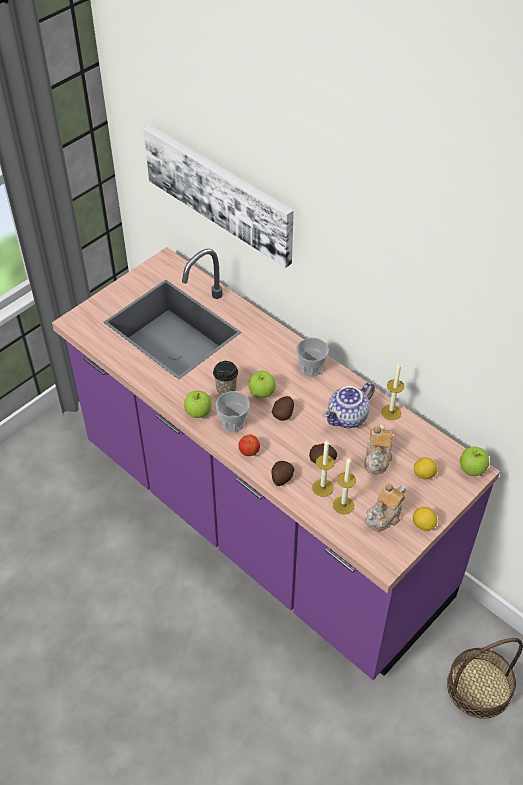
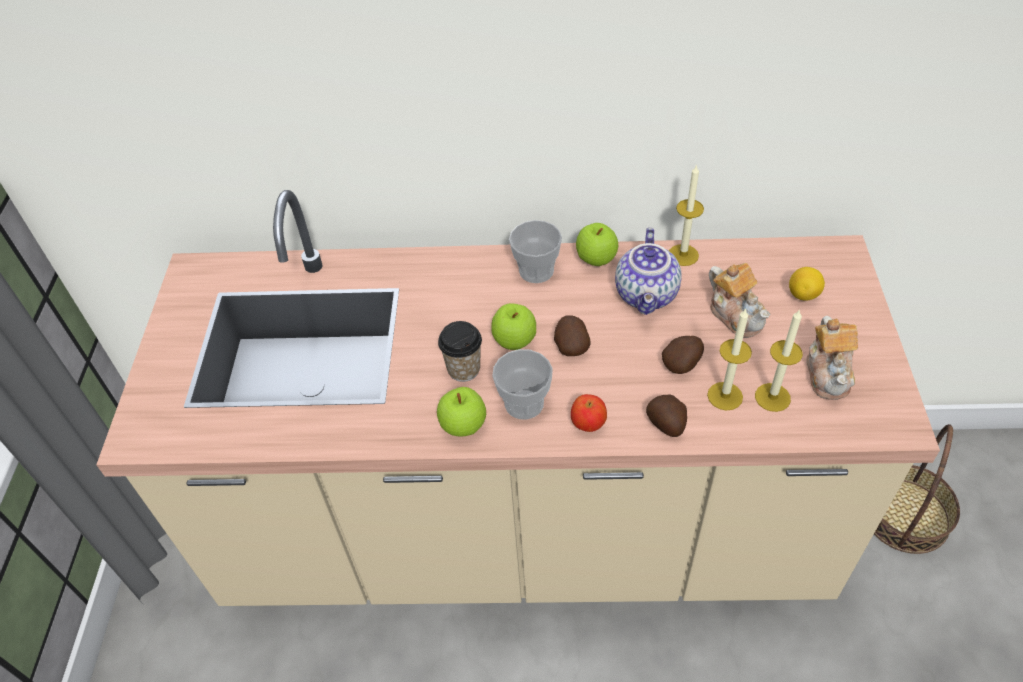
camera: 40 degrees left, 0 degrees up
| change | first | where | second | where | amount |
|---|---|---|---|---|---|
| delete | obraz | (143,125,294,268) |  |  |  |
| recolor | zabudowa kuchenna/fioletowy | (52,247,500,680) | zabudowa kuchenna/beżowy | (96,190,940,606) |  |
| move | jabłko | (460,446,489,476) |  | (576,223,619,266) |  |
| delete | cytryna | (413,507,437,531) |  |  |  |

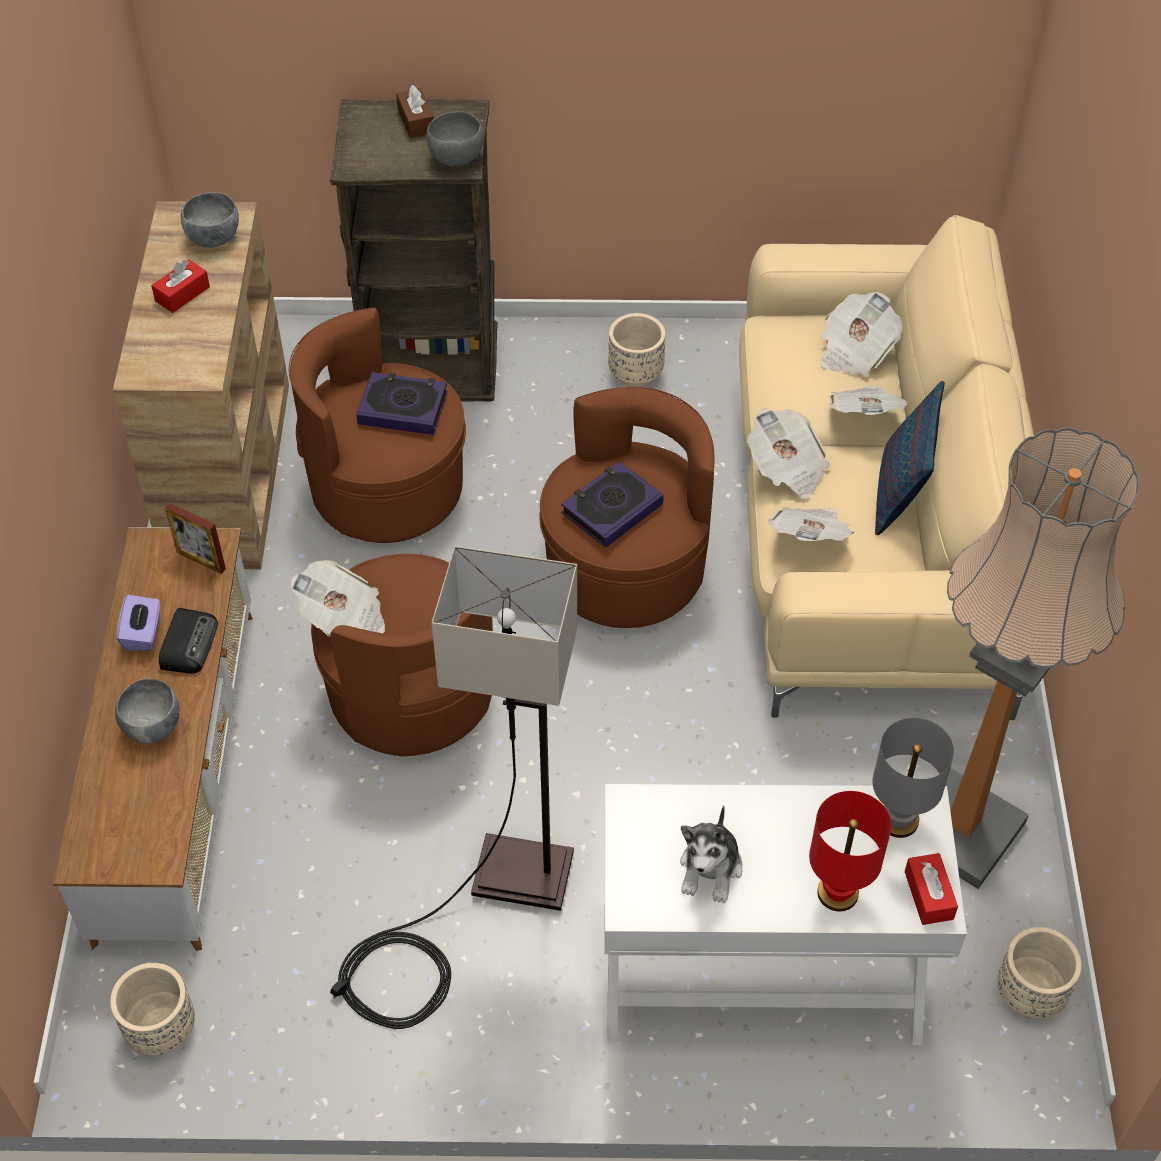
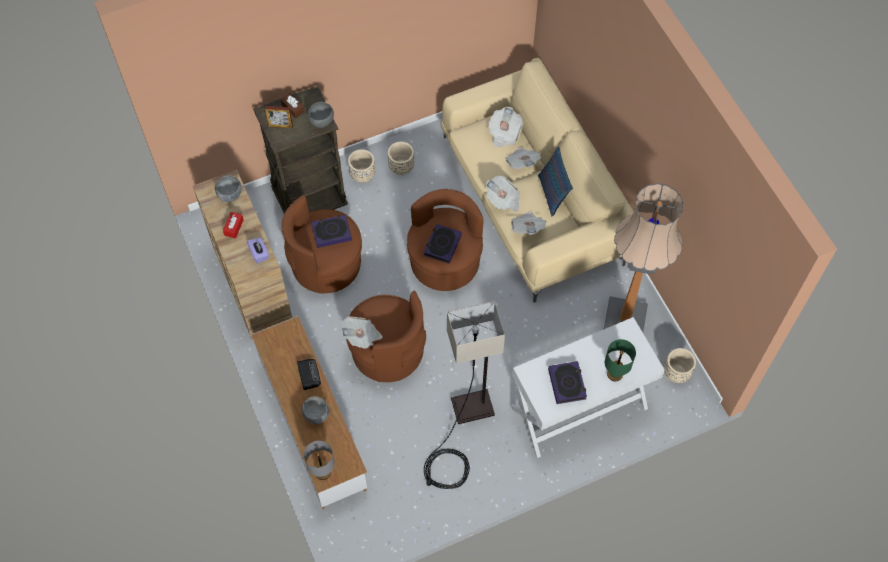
camera: 25 degrees left, 10 degrees up
| change | first | where | second | where | amount |
|---|---|---|---|---|---|
| move | ramka na zdjęcie | (165,503,226,574) |  | (265,106,293,128) |  |
| move | pudełko chusteczek/fioletowy | (117,594,160,651) |  | (247,238,269,263) |  |
| move | lampa stołowa/szary | (872,718,954,838) |  | (304,441,335,480) |  |
| recolor | lampa stołowa/czerwony | (809,791,892,911) | lampa stołowa/zielony | (605,339,636,381) |  |
| replace | pluszak | (680,805,743,903) | książka | (548,361,587,404) |  |
| delete | pudełko chusteczek/czerwony | (905,853,958,925) |  |  |  |
| move | donica/beżowy | (110,963,195,1055) |  | (348,149,375,183) |  |

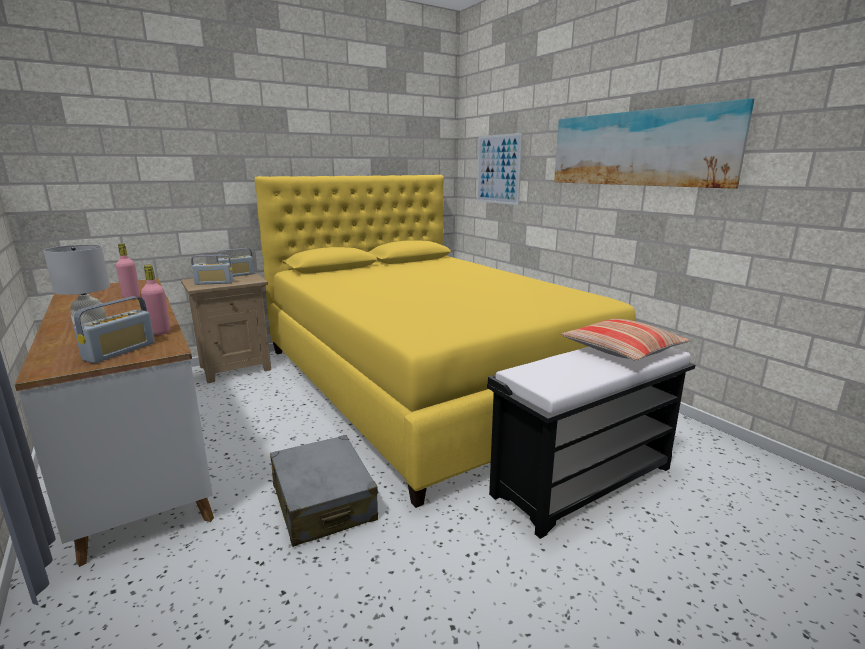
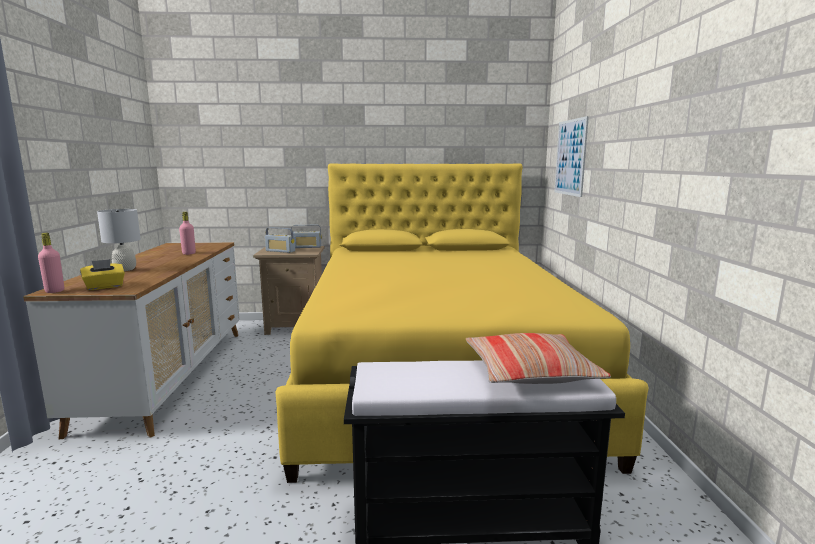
camera: 30 degrees right, 5 degrees down
| change | first | where | second | where | amount |
|---|---|---|---|---|---|
| delete | obraz | (554,98,754,189) |  |  |  |
| move | butelka/różowy | (141,265,170,335) |  | (38,233,64,293) |  |
| replace | radio | (74,296,155,363) | pudełko chusteczek/żółty | (80,259,125,290) |  |
| delete | walizka/szary | (270,435,378,547) |  |  |  |

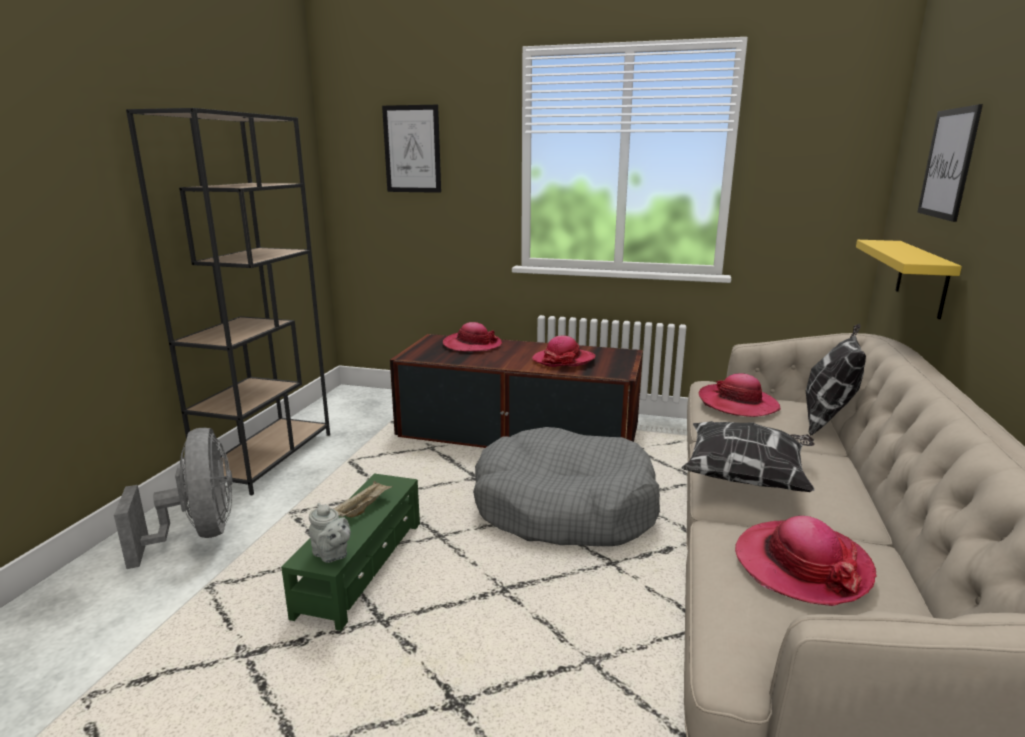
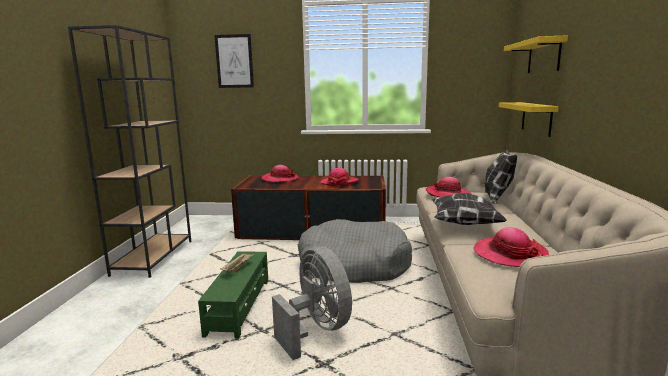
camera: 10 degrees left, 5 degrees down
| change | first | where | second | where | amount |
|---|---|---|---|---|---|
| replace | obraz | (917,104,983,222) | półka/żółty | (504,36,568,73) |  |
| move | wentylator/szary | (114,428,233,569) |  | (272,247,352,360) |  |
| delete | imbryk/szary | (309,503,351,563) |  |  |  |

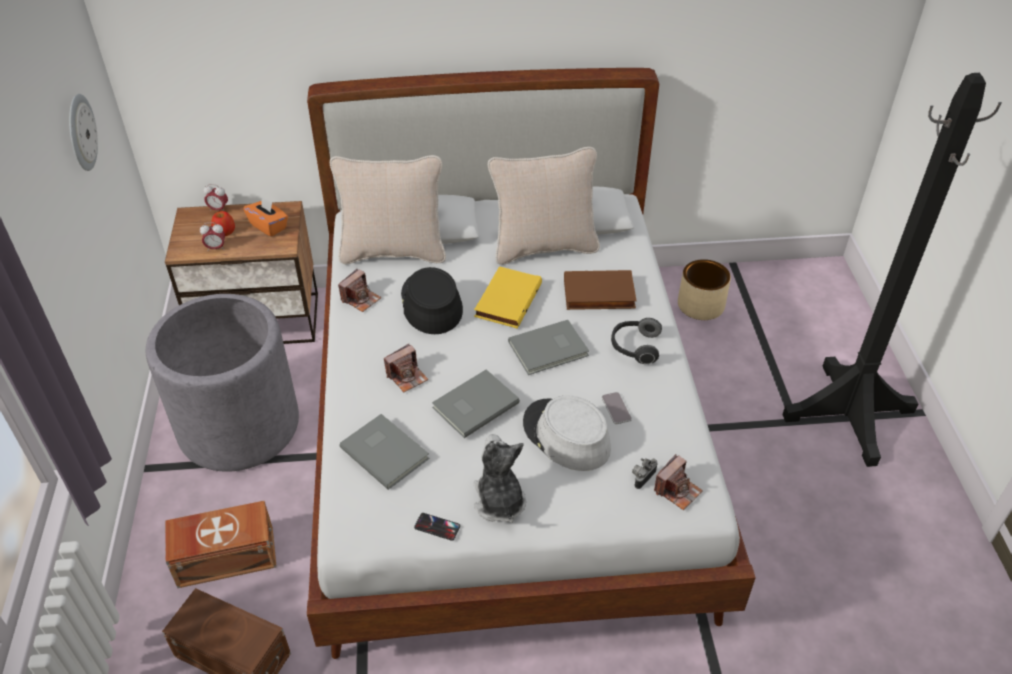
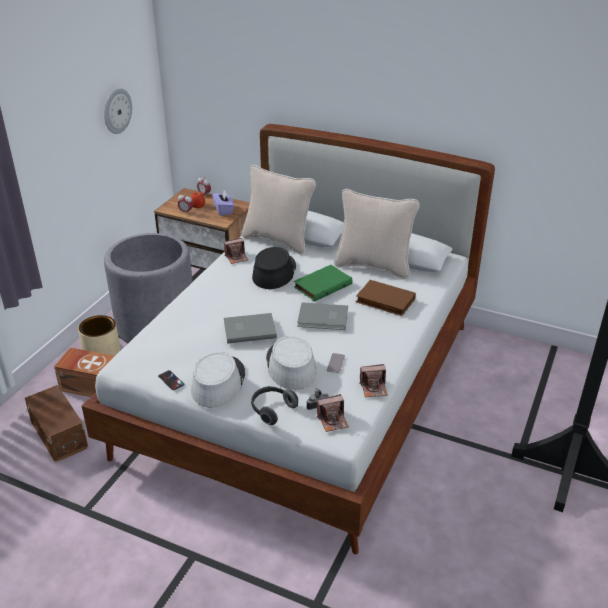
camera: 30 degrees right, 10 degrees down
| change | first | where | second | where | amount |
|---|---|---|---|---|---|
| recolor | pudełko chusteczek/pomarańczowy | (243,196,288,237) | pudełko chusteczek/fioletowy | (212,189,234,216) |  |
| move | donica/beżowy | (678,259,731,320) |  | (78,315,120,356) |  |
| recolor | książka/żółty | (474,266,542,328) | książka/zielony | (294,265,352,302) |  |
| move | słuchawki | (611,318,662,364) |  | (251,386,298,425) |  |
| move | aparat fotograficzny | (384,344,428,392) |  | (359,364,388,397) |  |
| delete | książka/szary | (339,414,430,490) |  |  |  |
| replace | pluszak | (474,434,526,523) | kapelusz/szary | (191,352,245,408) |  |

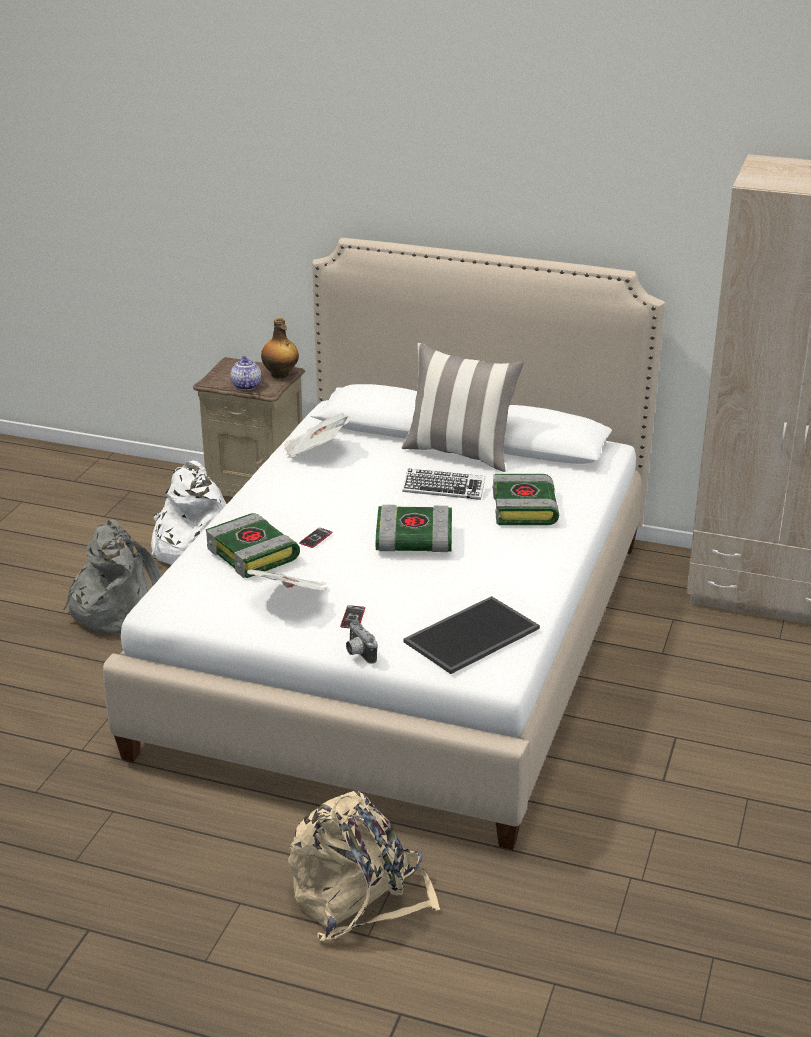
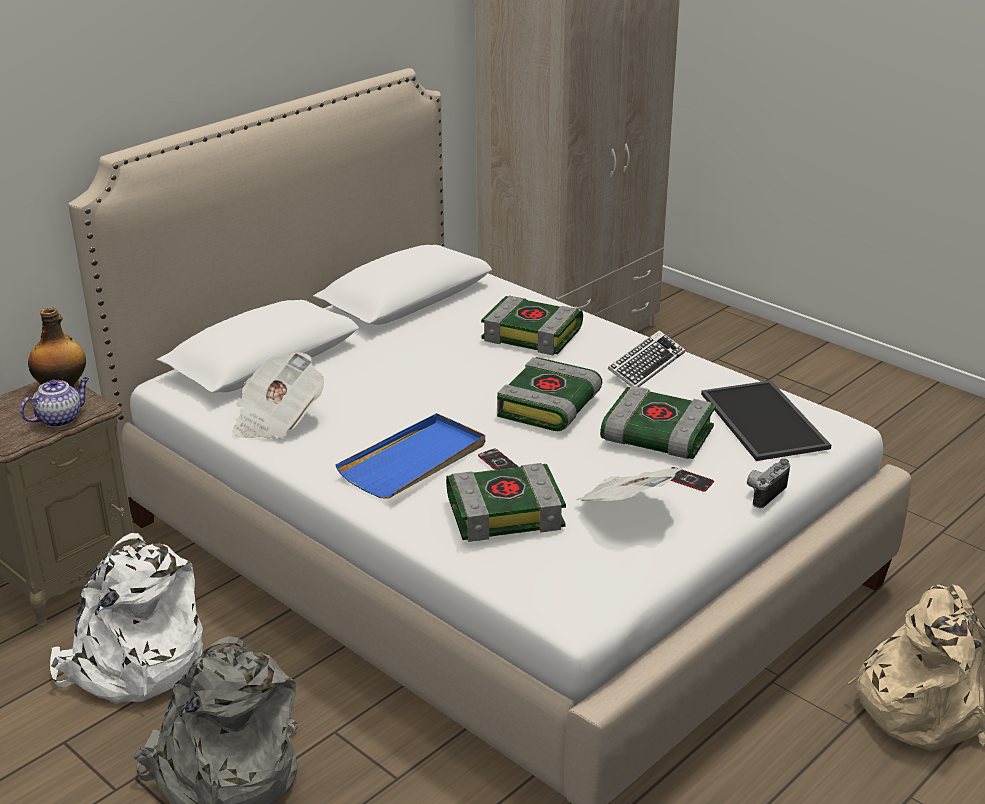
camera: 65 degrees left, 0 degrees up
| change | first | where | second | where | amount |
|---|---|---|---|---|---|
| delete | poduszka | (402,343,524,472) |  |  |  |
| rotate | imbryk | (230,356,262,390) |  | (20,377,89,427) | 120 degrees clockwise |
| move | klawiatura | (403,468,485,500) |  | (608,330,685,387) |  |
| rotate | aparat fotograficzny | (346,619,378,664) |  | (747,458,790,508) | 135 degrees clockwise |
| insert |  |  | książka | (600,386,715,459) |  |
| insert |  |  | taca/niebieski | (335,413,485,498) |  |

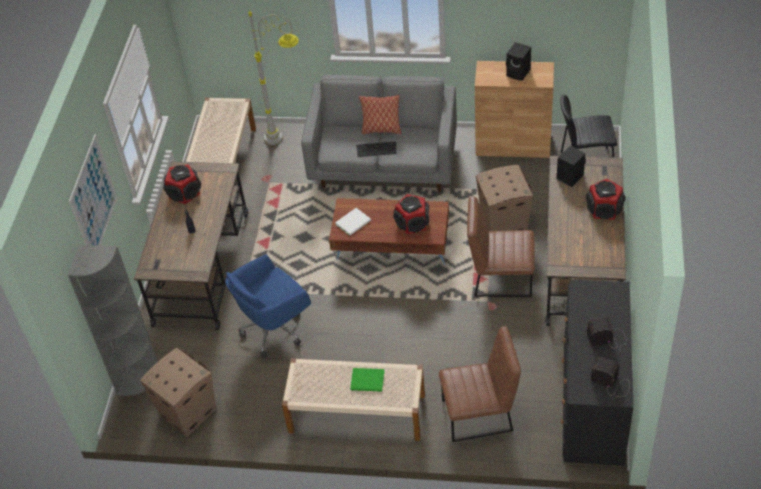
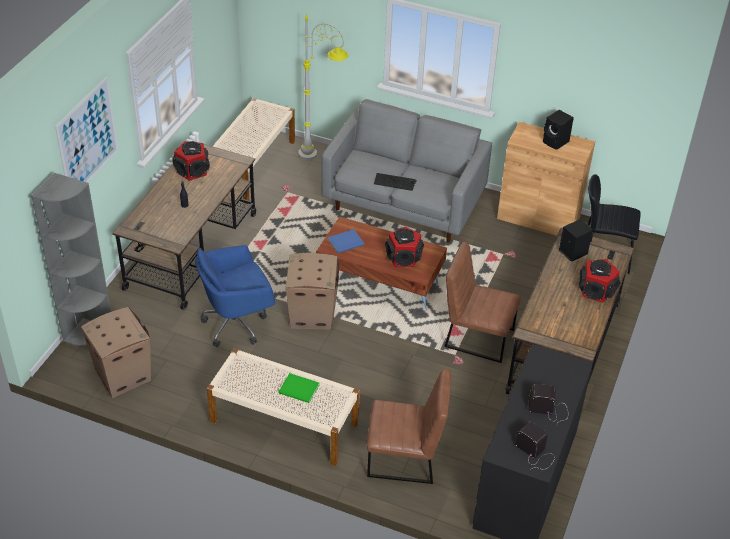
camera: 10 degrees right, 5 degrees down
| change | first | where | second | where | amount |
|---|---|---|---|---|---|
| delete | poduszka | (359,95,402,134) |  |  |  |
| move | karton | (476,165,533,231) |  | (285,253,339,330) |  |
| recolor | książka/biały | (335,208,371,236) | książka/niebieski | (328,229,364,253) |  |

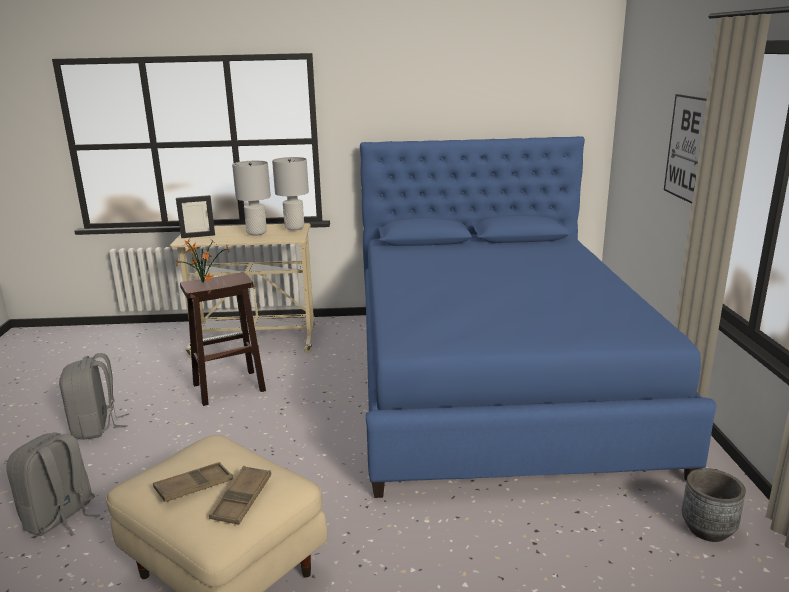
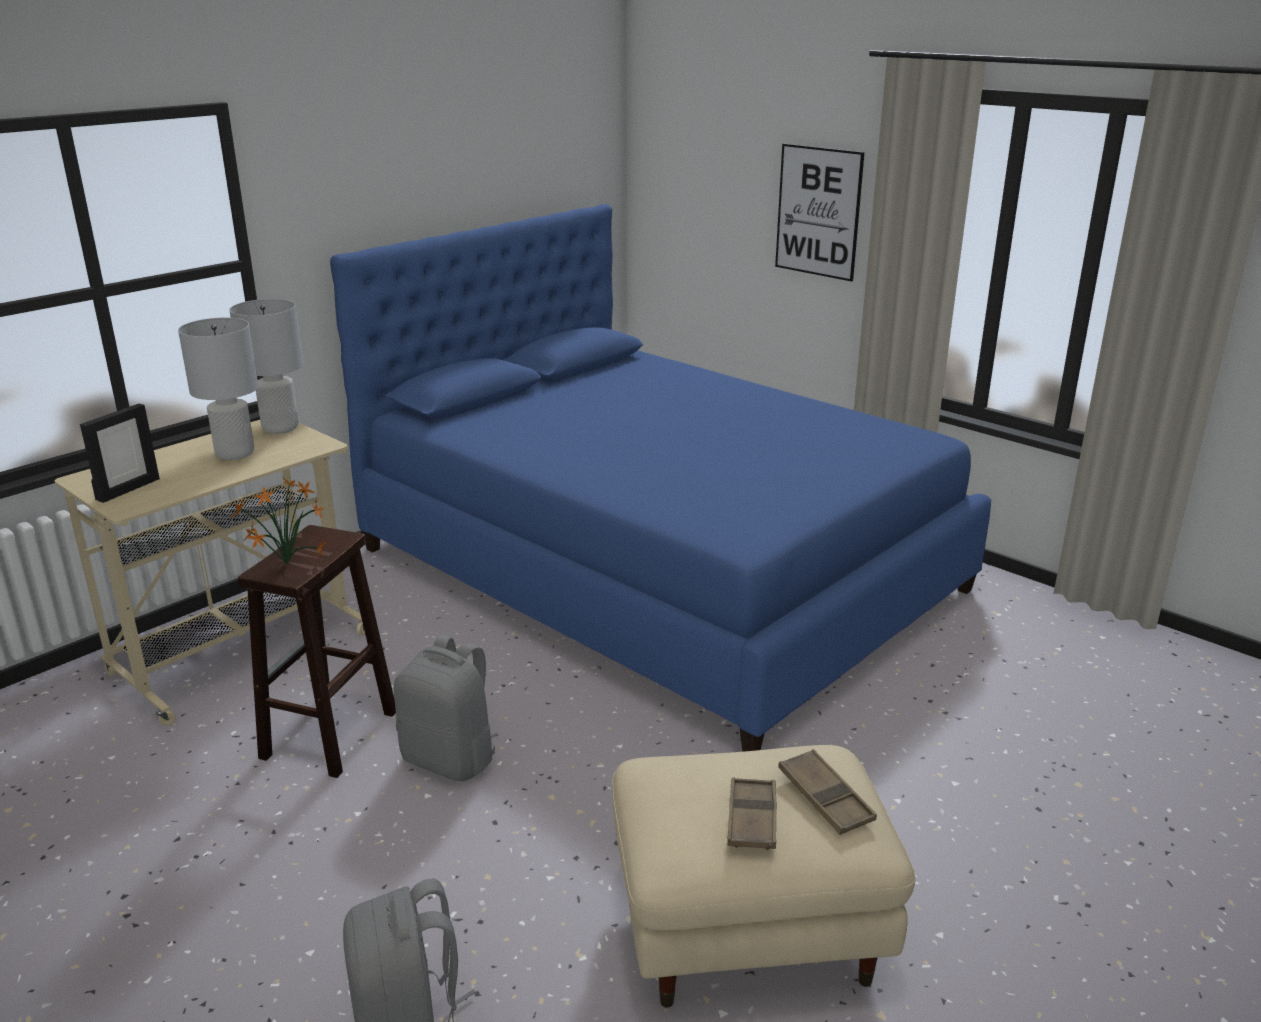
camera: 45 degrees left, 5 degrees up
| change | first | where | second | where | amount |
|---|---|---|---|---|---|
| move | plecak/szary | (59,353,129,439) |  | (394,635,498,781) |  |
| delete | donica/szary | (682,468,746,542) |  |  |  |

